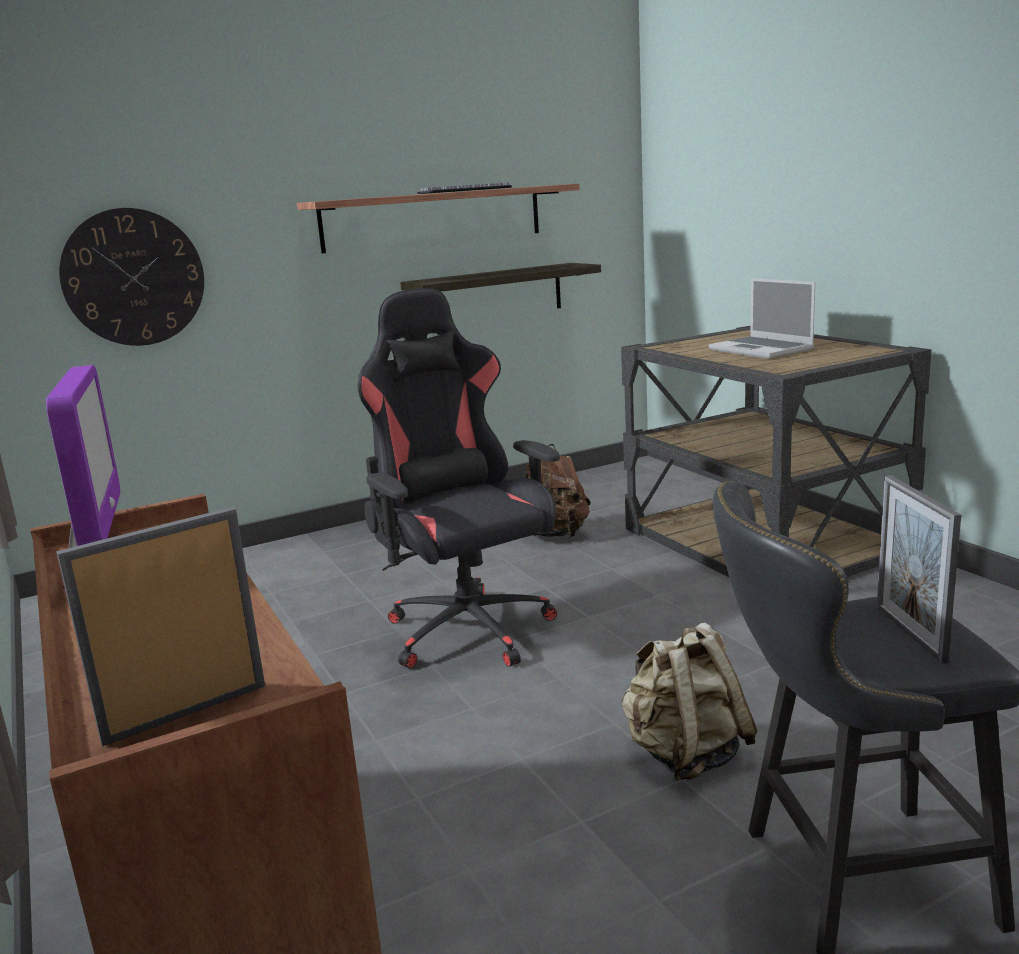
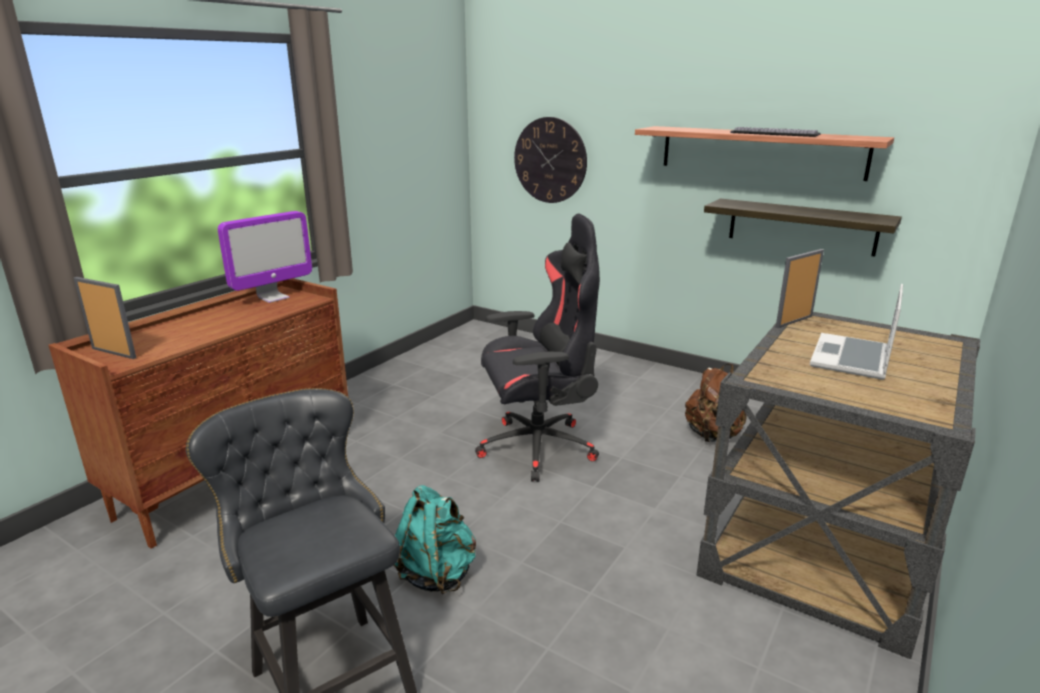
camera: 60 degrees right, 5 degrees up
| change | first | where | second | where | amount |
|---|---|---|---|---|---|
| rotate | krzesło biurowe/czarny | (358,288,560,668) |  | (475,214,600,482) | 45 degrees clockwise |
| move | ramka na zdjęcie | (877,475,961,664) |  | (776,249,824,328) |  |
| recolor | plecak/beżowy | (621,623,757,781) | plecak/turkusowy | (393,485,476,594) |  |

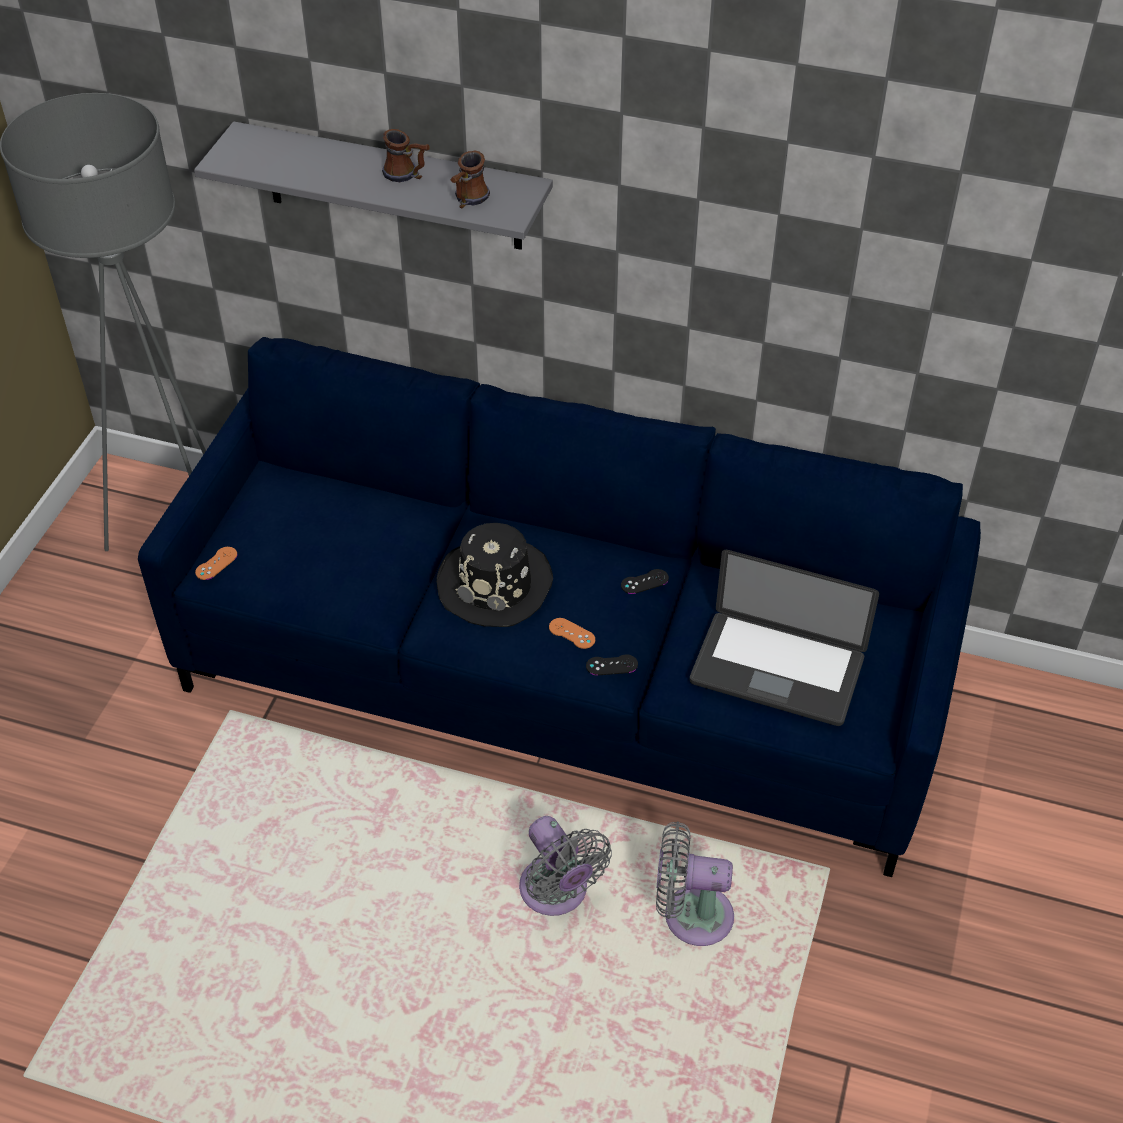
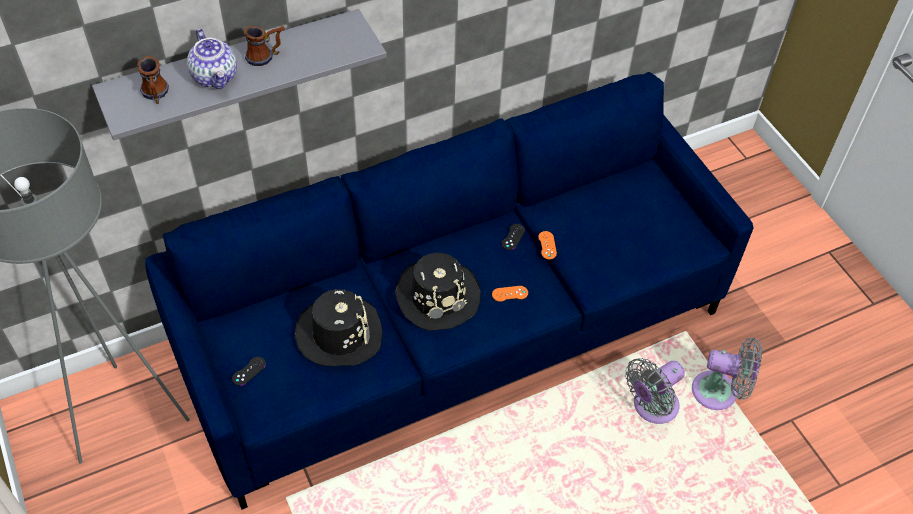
camera: 45 degrees left, 5 degrees up
| change | first | where | second | where | amount |
|---|---|---|---|---|---|
| move | kubek | (450,151,490,208) |  | (137,56,169,104) |  |
| move | pad do gier/pomarańczowy | (195,547,238,580) |  | (538,231,557,259) |  |
| delete | laptop | (690,550,879,726) |  |  |  |
| move | pad do gier/czarny | (586,654,638,675) |  | (232,357,266,386) |  |
| move | wentylator/szary | (519,816,612,916) |  | (692,338,762,410) |  |
| insert |  |  | imbryk | (187,29,237,89) |  |
| insert |  |  | kapelusz/czarny | (295,289,382,366) |  |

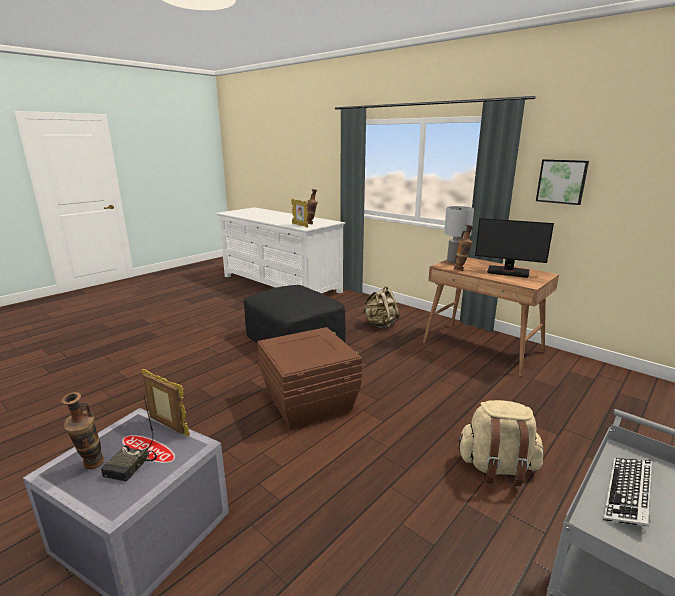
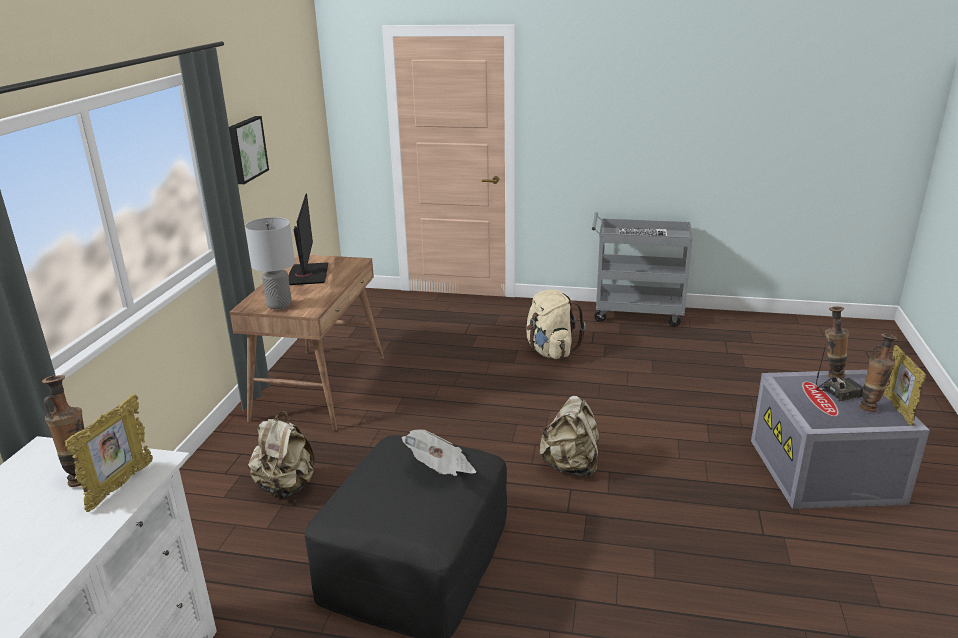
camera: 120 degrees left, 5 degrees up
| change | first | where | second | where | amount |
|---|---|---|---|---|---|
| move | wazon | (454,225,474,271) |  | (825,306,849,379) |  |
| replace | pojemnik do przechowywania/brązowy | (257,327,362,429) | plecak/beżowy | (539,396,599,477) |  |
| move | ramka na zdjęcie | (142,369,190,437) |  | (883,345,926,426) |  |
| insert |  |  | gazeta | (402,429,477,476) |  |

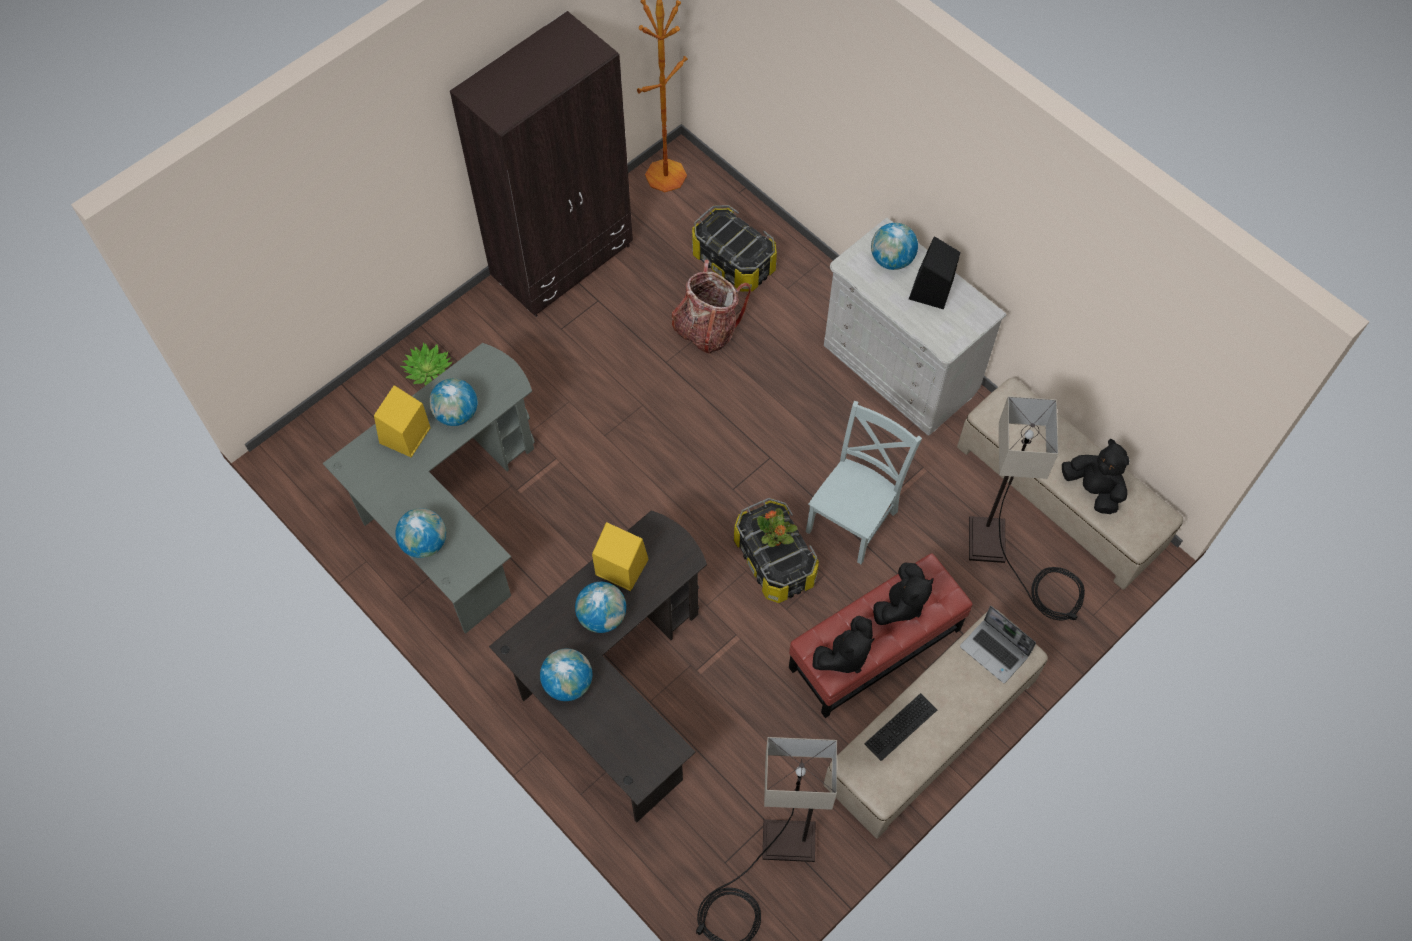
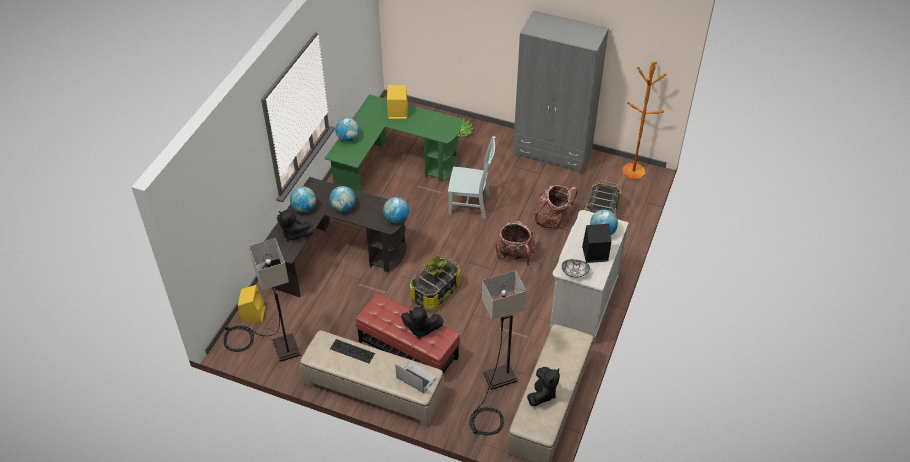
camera: 65 degrees right, 15 degrees down
| change | first | where | second | where | amount |
|---|---|---|---|---|---|
| recolor | szafa/brązowy | (450,11,633,317) | szafa/szary | (513,10,609,173) |  |
| recolor | biurko/szary | (323,343,535,634) | biurko/zielony | (325,94,462,192) |  |
| move | globus | (429,378,477,426) |  | (383,197,409,223) |  |
| move | krzesło/szary | (806,401,922,564) |  | (448,136,496,219) |  |
| move | głośnik/żółty | (592,522,649,591) |  | (238,285,266,323) |  |
| rotate | laptop | (960,606,1036,683) |  | (395,362,436,393) | 105 degrees clockwise |
| move | pluszak/czarny | (813,616,874,673) |  | (277,210,314,242) |  |
| insert |  |  | plecak | (495,221,535,266) |  |
| insert |  |  | miska | (561,259,590,278) |  |

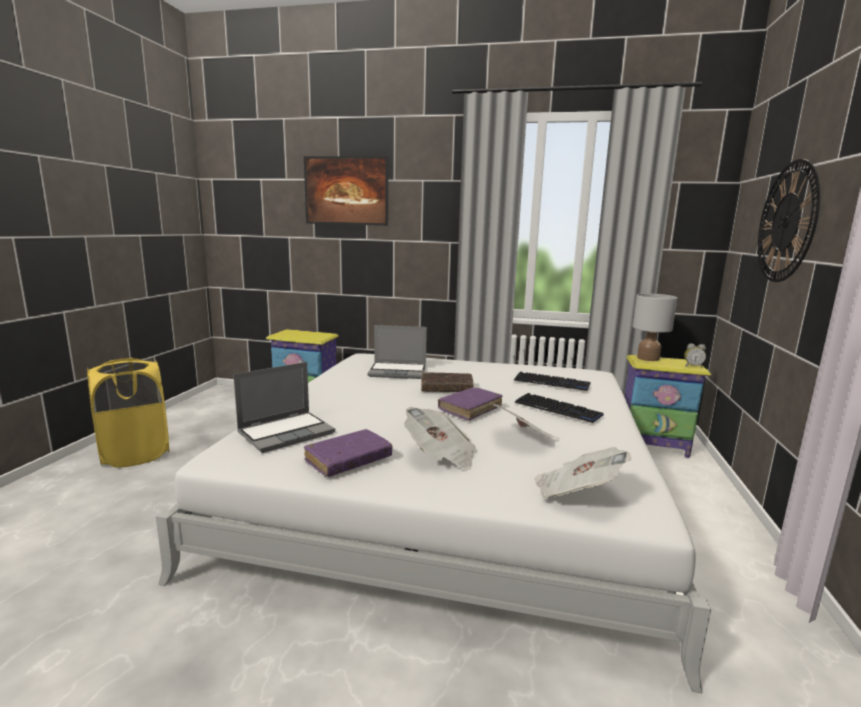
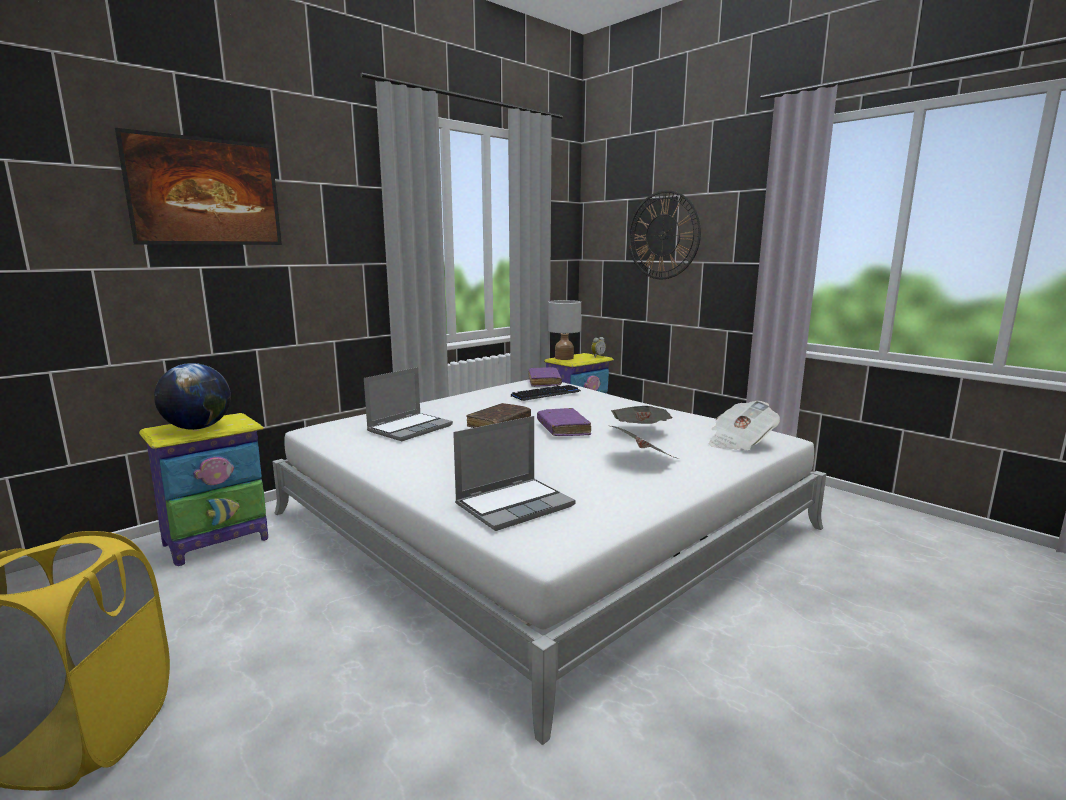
camera: 55 degrees left, 0 degrees up
| change | first | where | second | where | amount |
|---|---|---|---|---|---|
| rotate | laptop | (233,362,335,453) |  | (453,416,575,531) | 60 degrees clockwise |
| delete | klawiatura | (514,393,604,423) |  |  |  |
| move | książka/fioletowy | (304,429,392,477) |  | (528,367,562,387) |  |
| insert |  |  | globus | (154,363,231,430) |  |

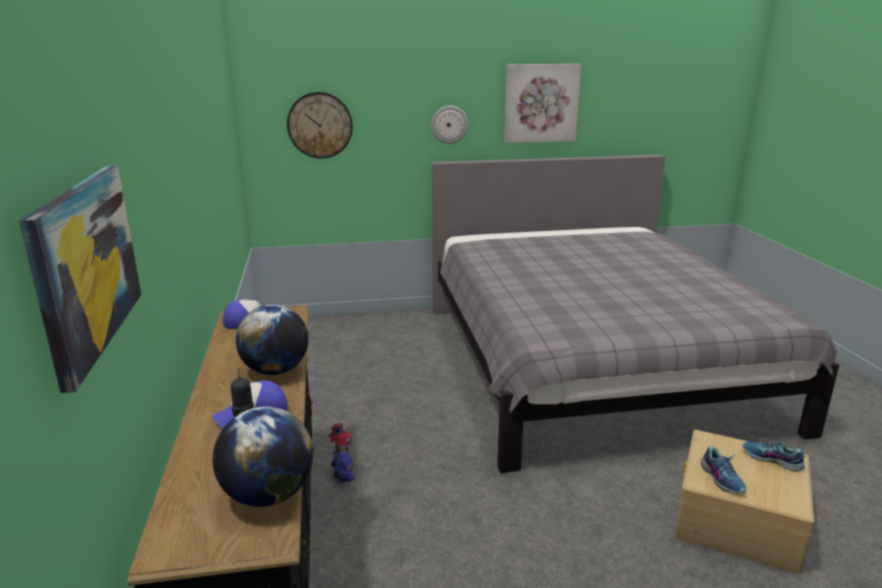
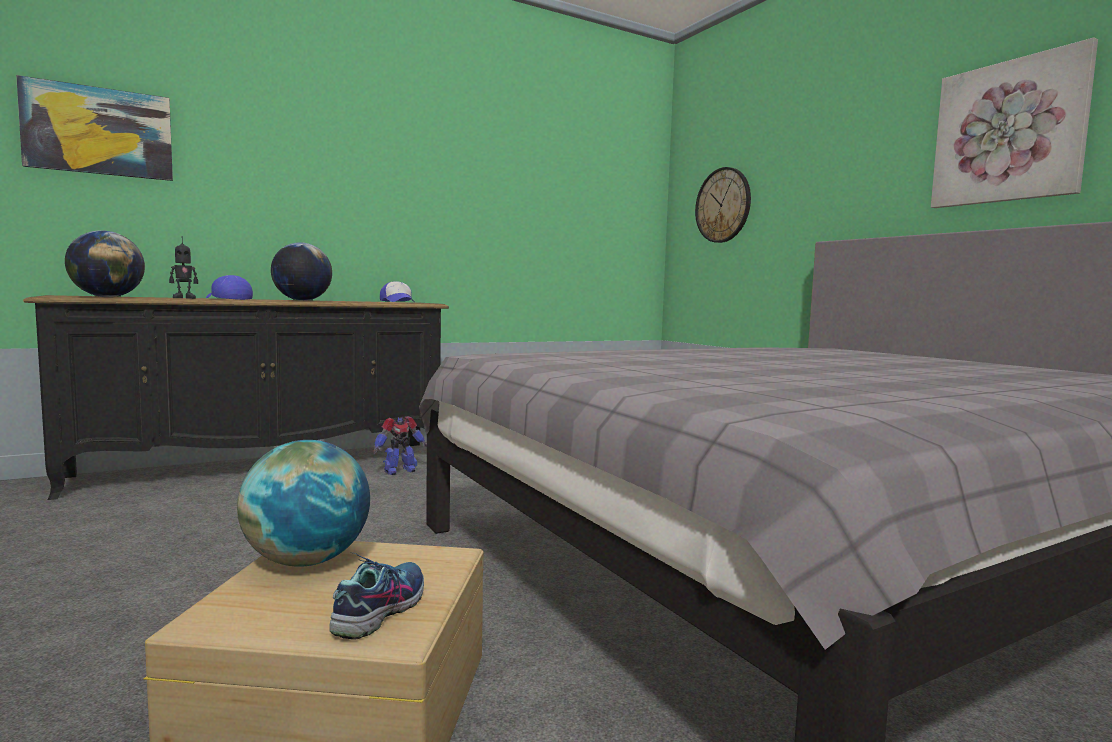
camera: 70 degrees right, 15 degrees down
| change | first | where | second | where | amount |
|---|---|---|---|---|---|
| delete | zegar ścienny | (431,105,468,144) |  |  |  |
| replace | but | (701,447,746,493) | globus | (237,440,370,567) |  |

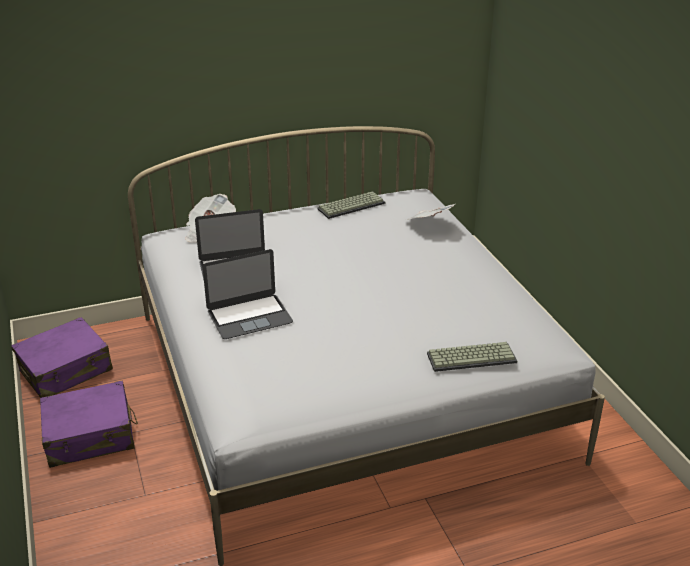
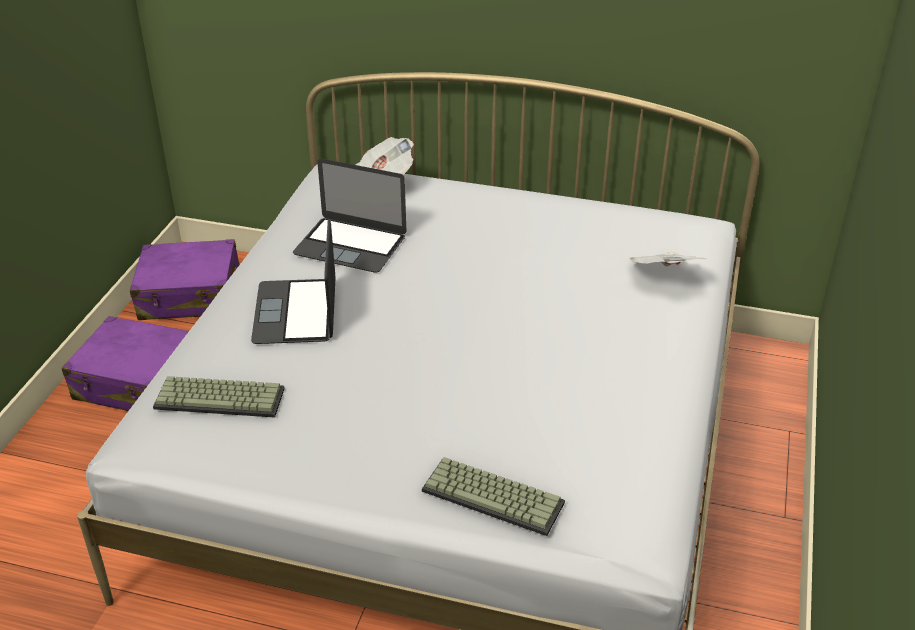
camera: 35 degrees right, 5 degrees up
| change | first | where | second | where | amount |
|---|---|---|---|---|---|
| move | klawiatura | (317,191,385,219) |  | (153,376,285,418) |  |
| rotate | laptop | (203,249,293,339) |  | (251,219,336,344) | 75 degrees clockwise |

